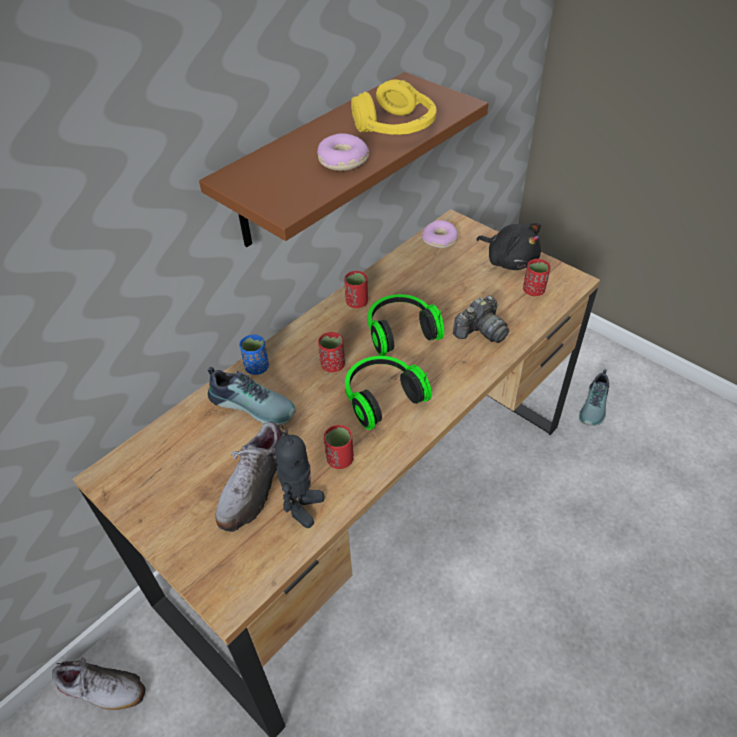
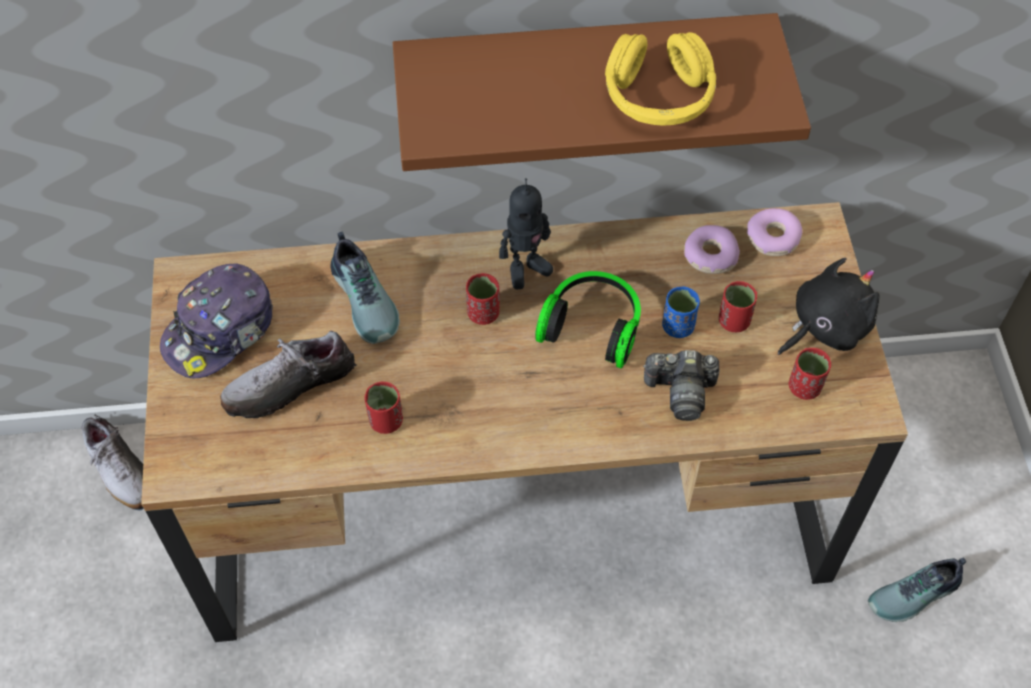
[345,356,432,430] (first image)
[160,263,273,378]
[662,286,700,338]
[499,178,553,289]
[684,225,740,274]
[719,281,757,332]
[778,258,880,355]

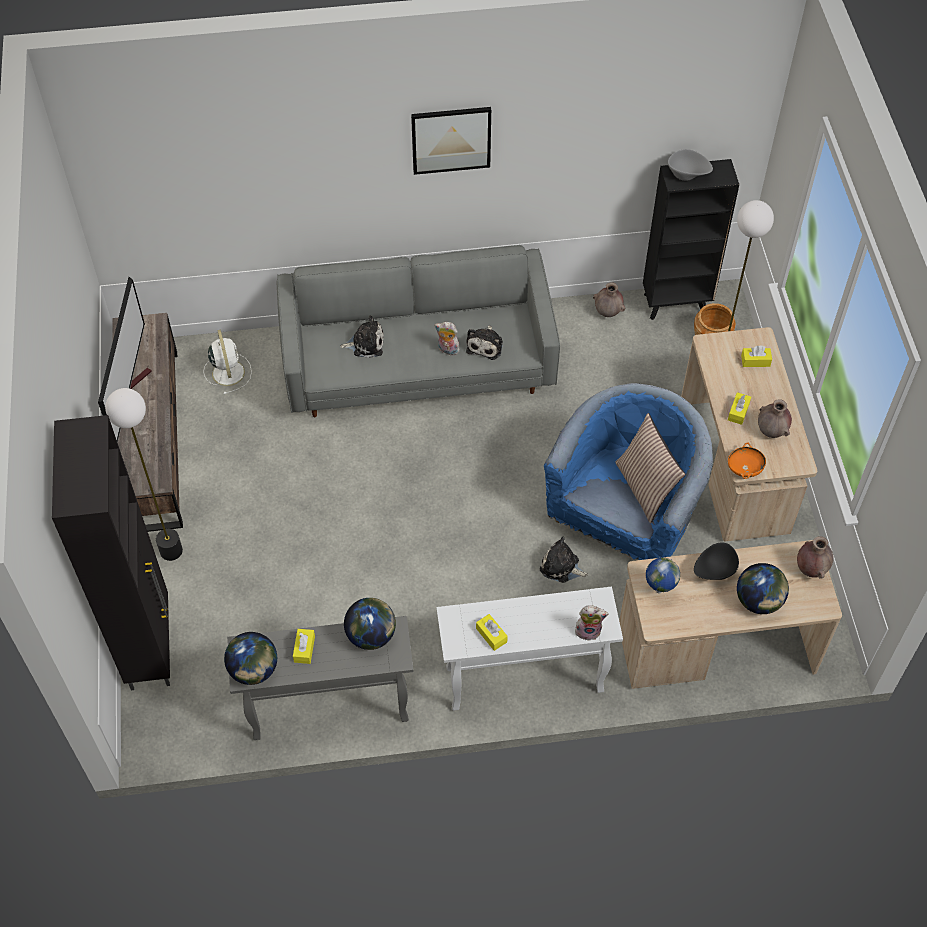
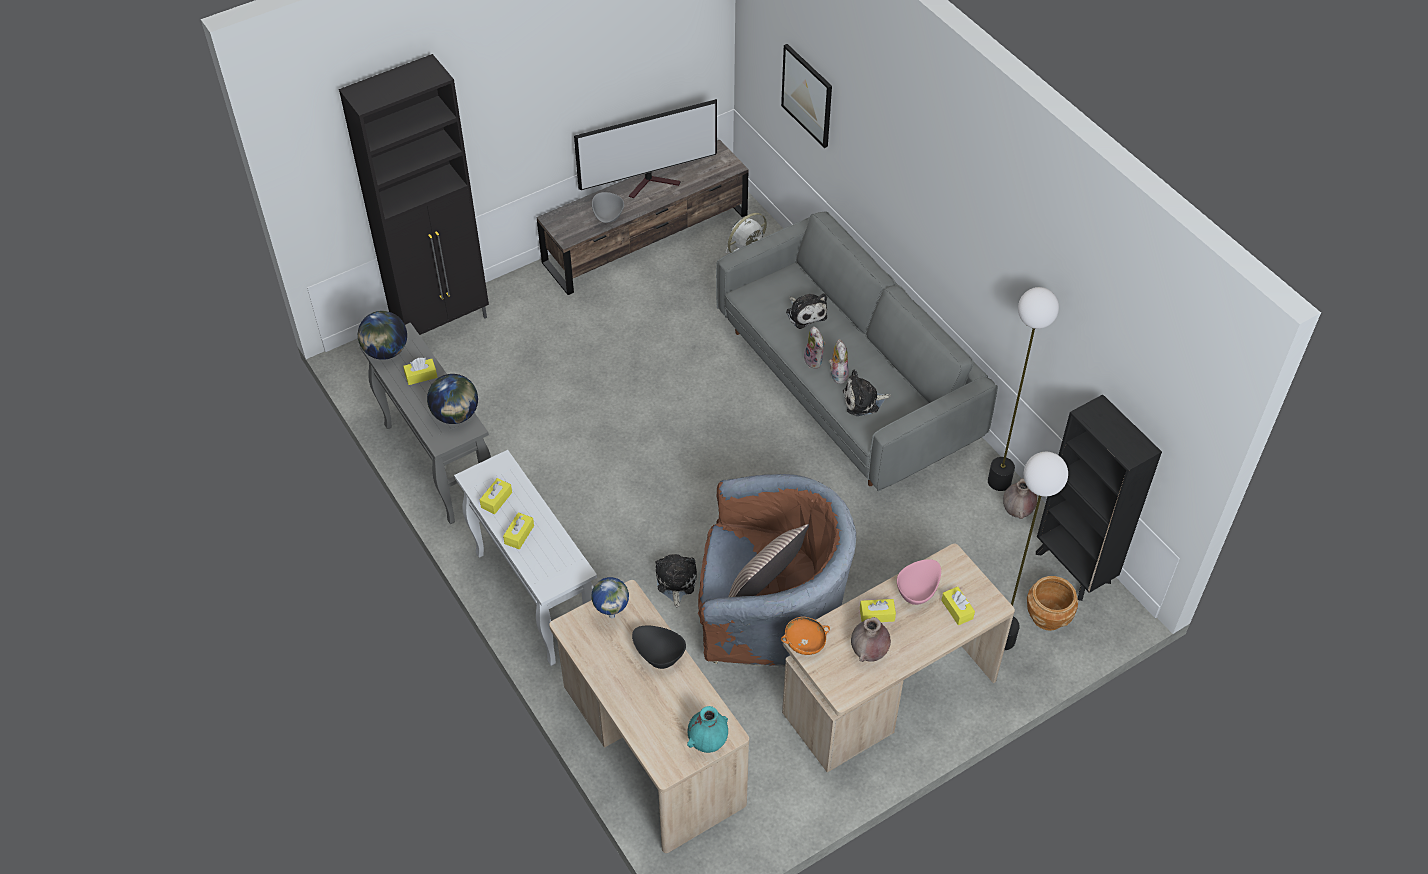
[737,563,789,614] (first image)
[503,512,534,549]
[897,559,941,605]
[988,287,1059,491]
[781,44,832,148]
[804,326,826,369]
[592,192,624,223]
[698,474,856,668]
[687,706,728,753]

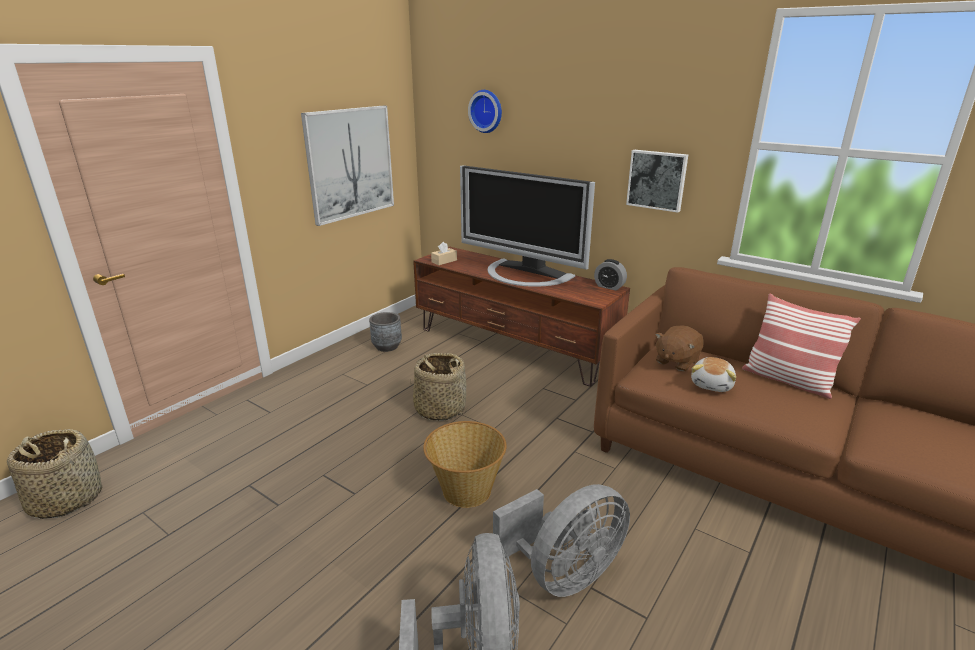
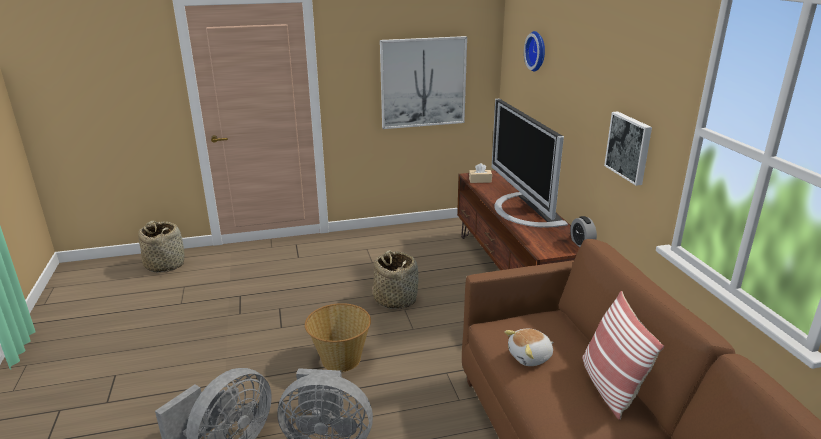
[369,312,402,352] (first image)
[655,326,703,371] (first image)

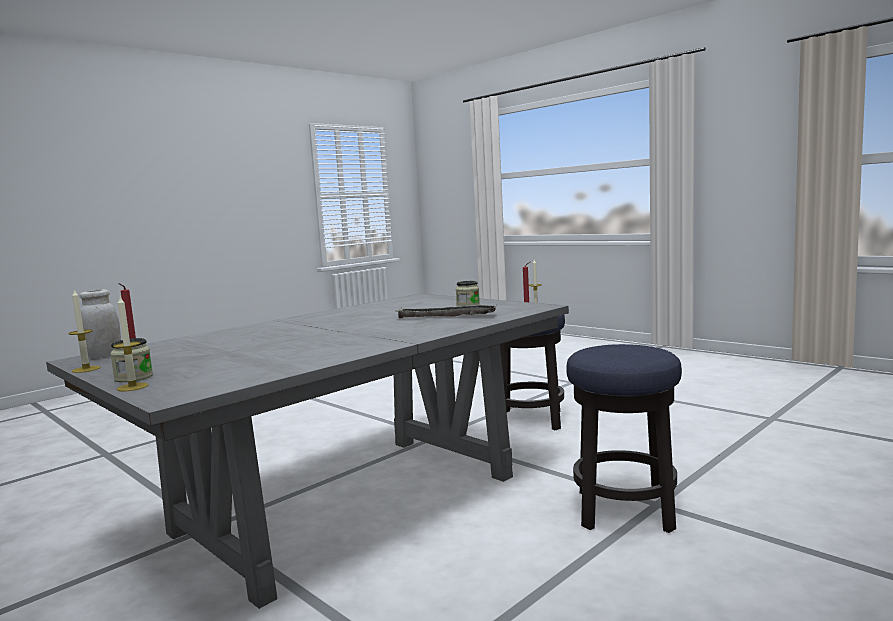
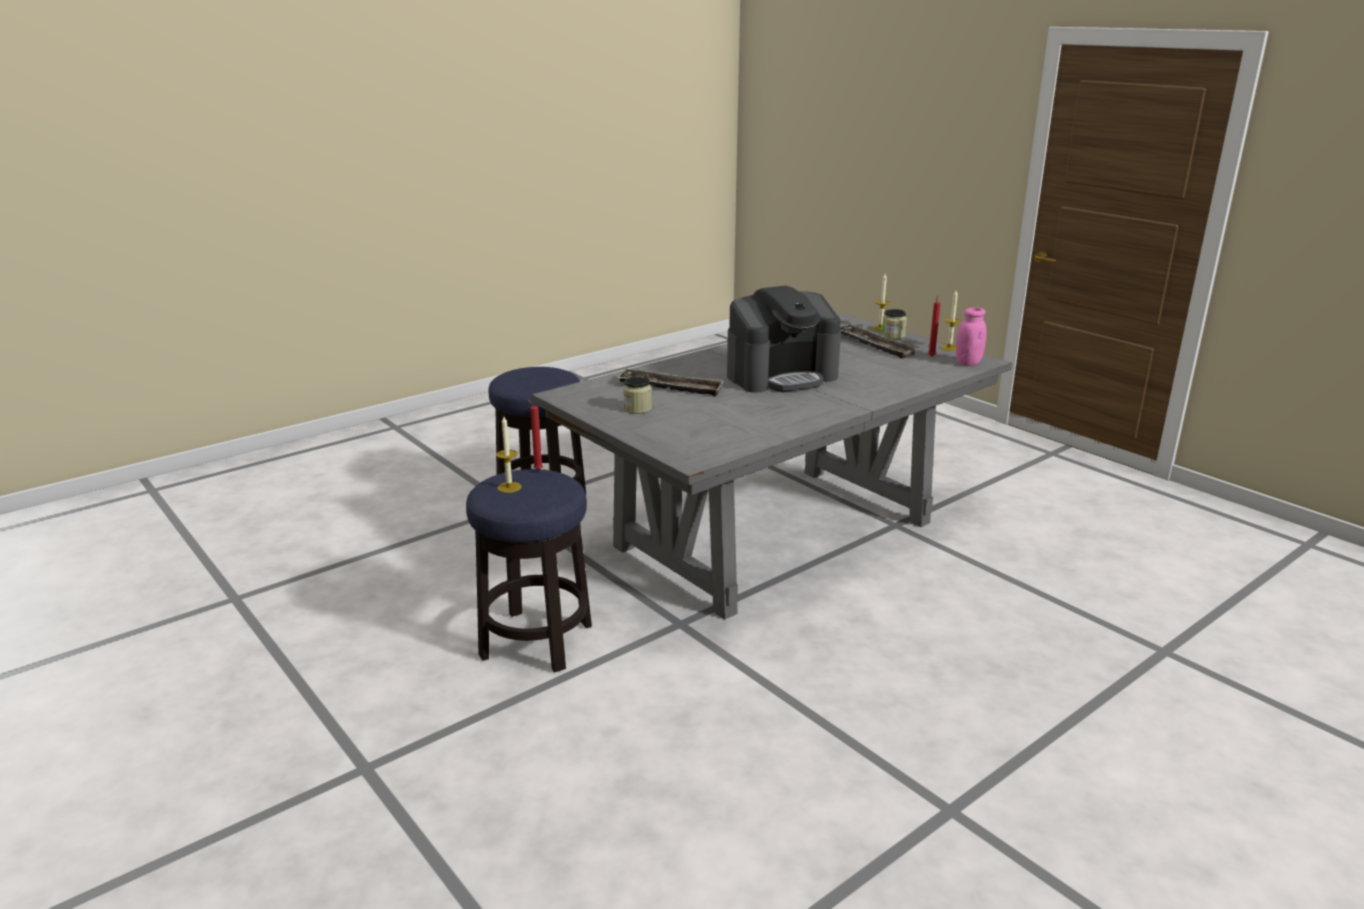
[727,285,841,393]
[840,324,919,359]
[956,308,986,366]

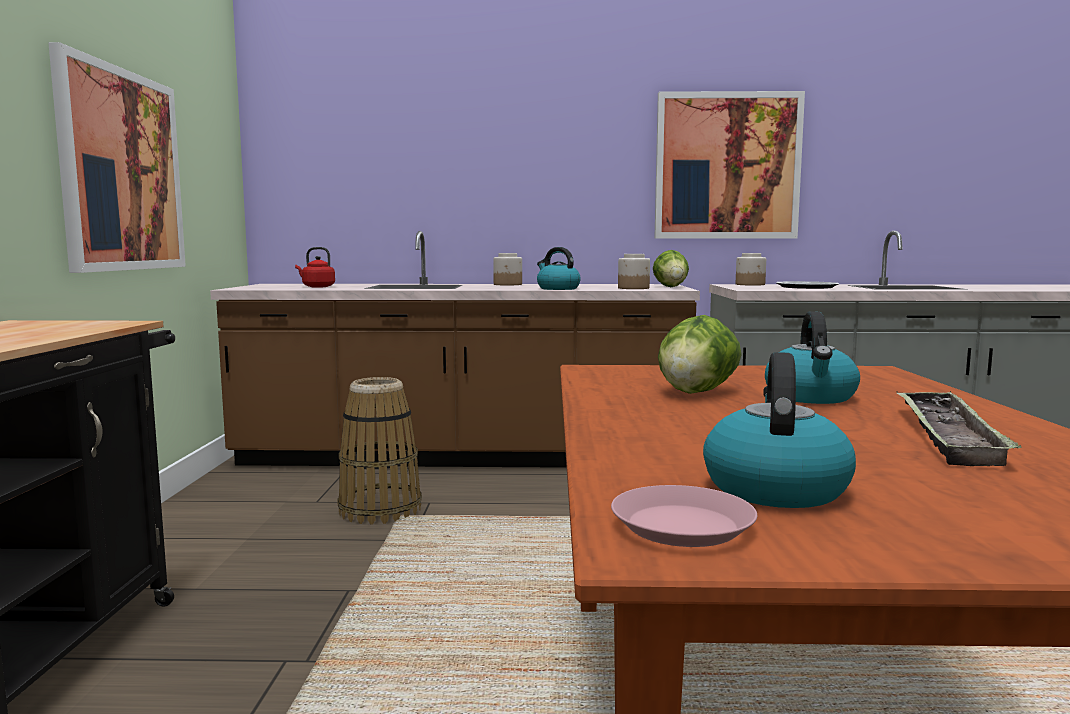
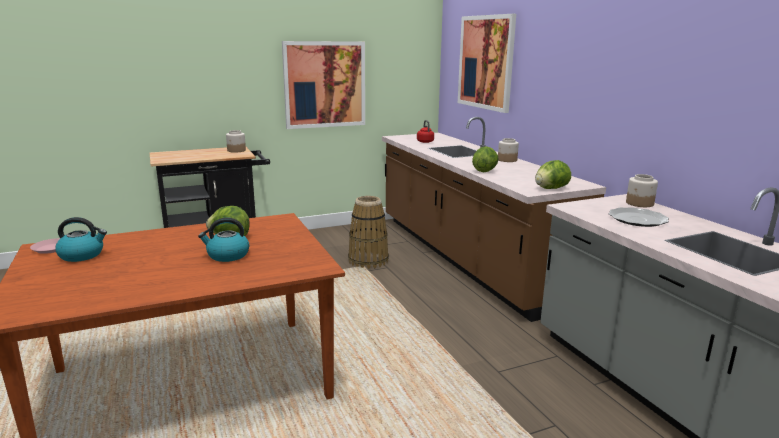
[896,391,1021,466] (first image)
[226,130,246,152]
[458,14,516,113]
[472,146,499,172]

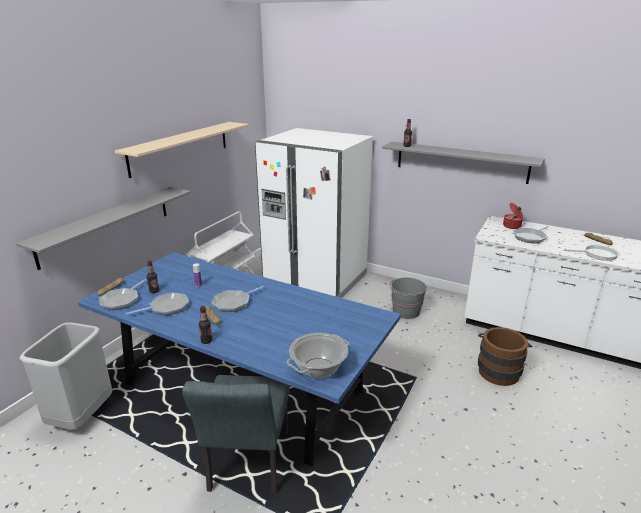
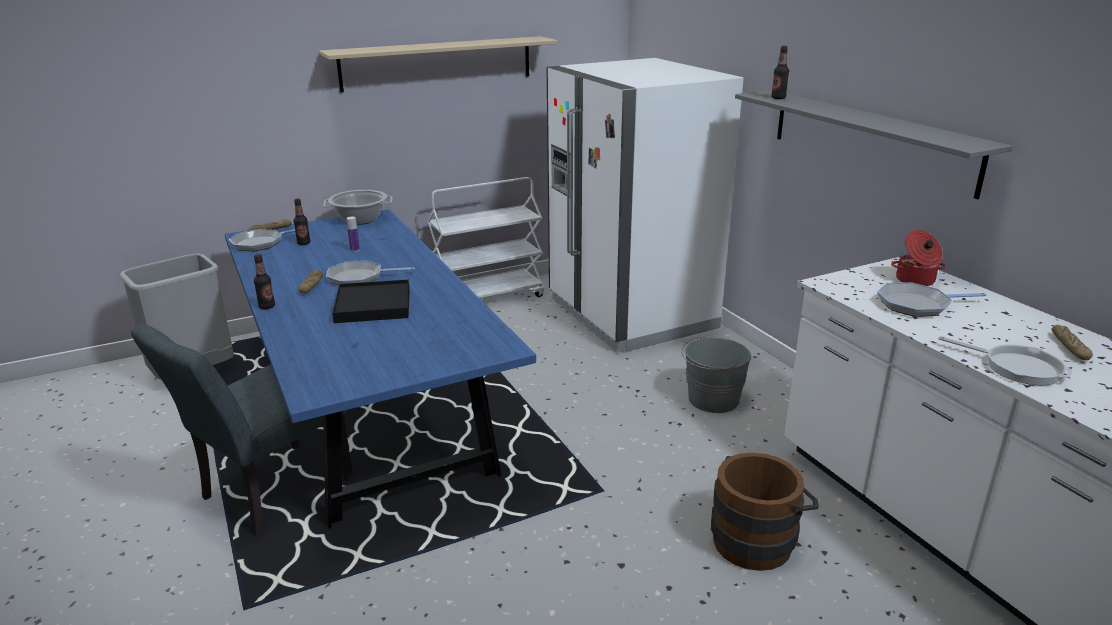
[16,187,191,270] (first image)
[126,292,189,315] (first image)
[333,280,410,323]
[323,190,392,225]

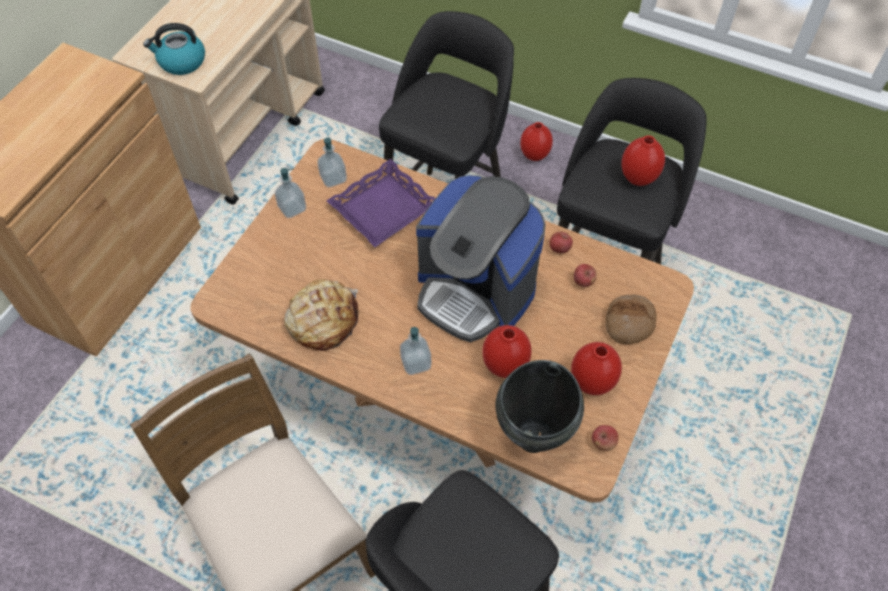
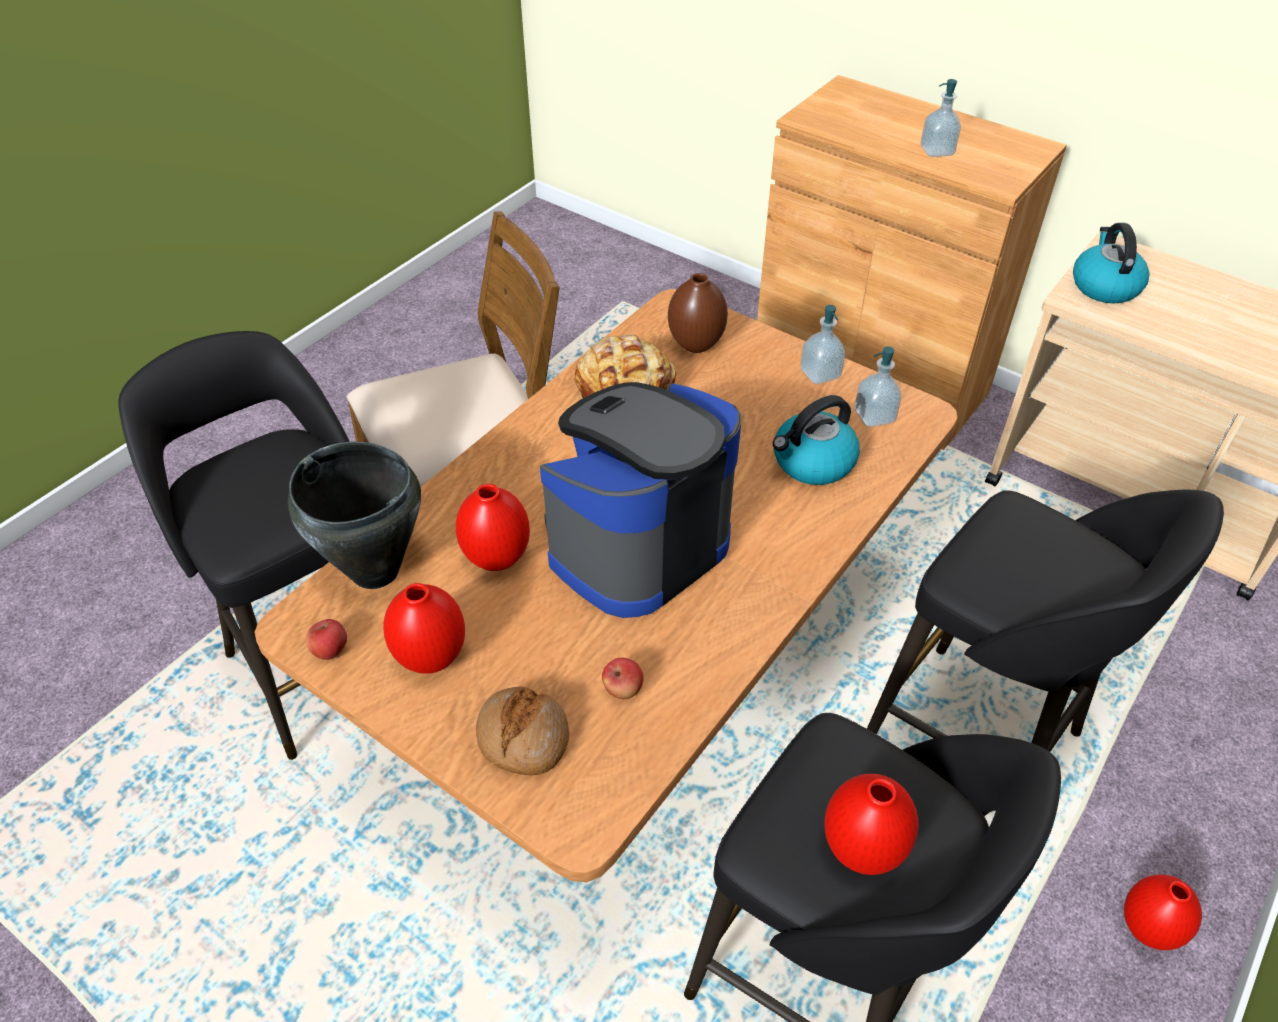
[549,231,573,254] (first image)
[668,273,728,353]
[921,79,961,157]
[773,395,860,485]

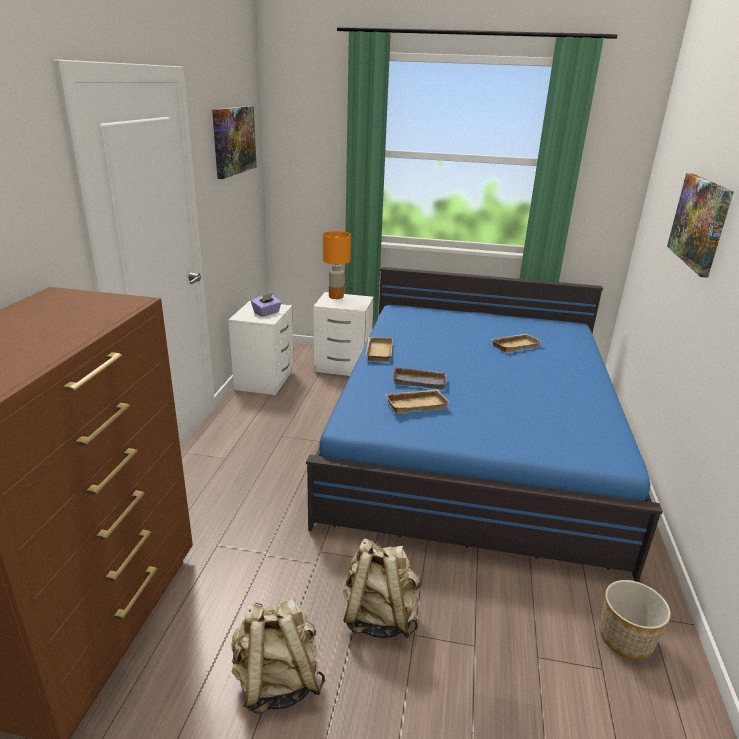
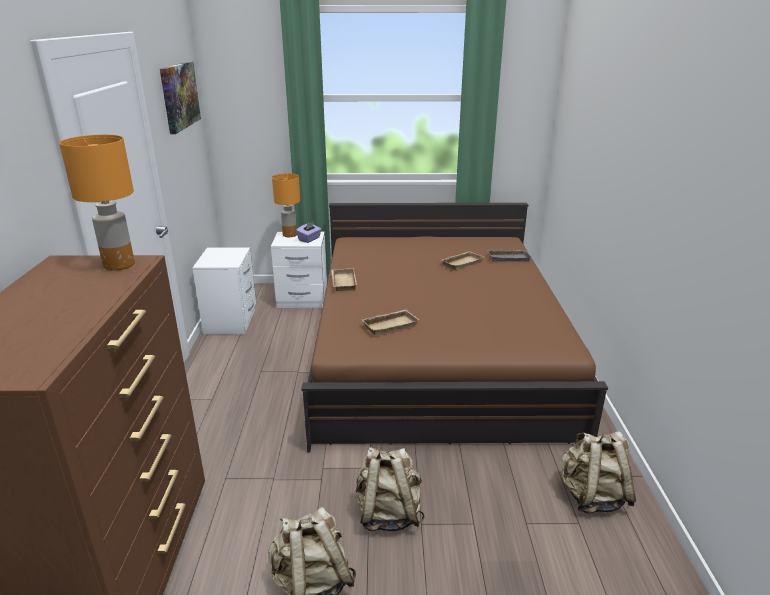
[667,173,734,278] (first image)
[59,135,135,271]
[296,222,322,243]
[487,250,531,262]
[561,431,636,513]
[301,203,608,452]

